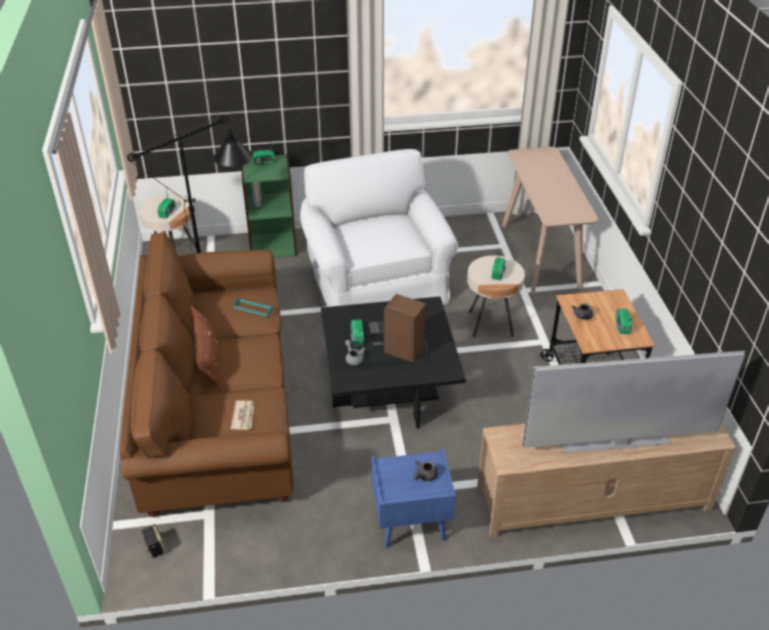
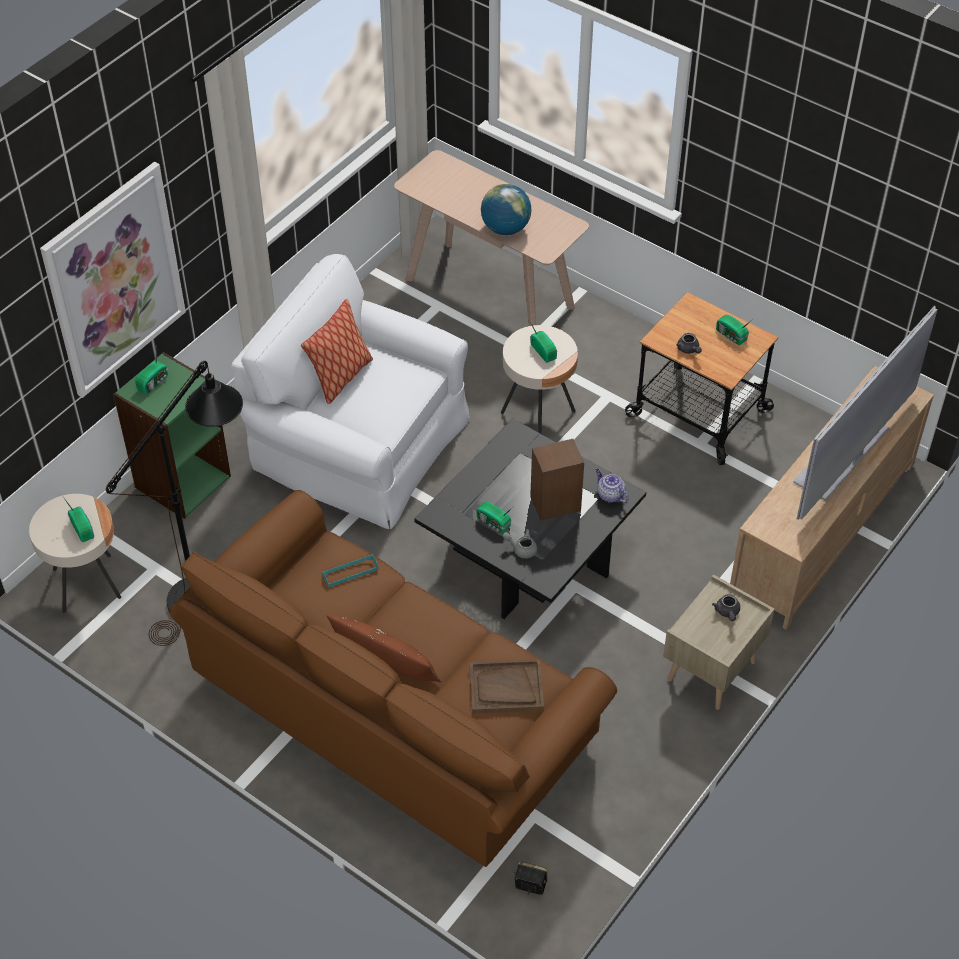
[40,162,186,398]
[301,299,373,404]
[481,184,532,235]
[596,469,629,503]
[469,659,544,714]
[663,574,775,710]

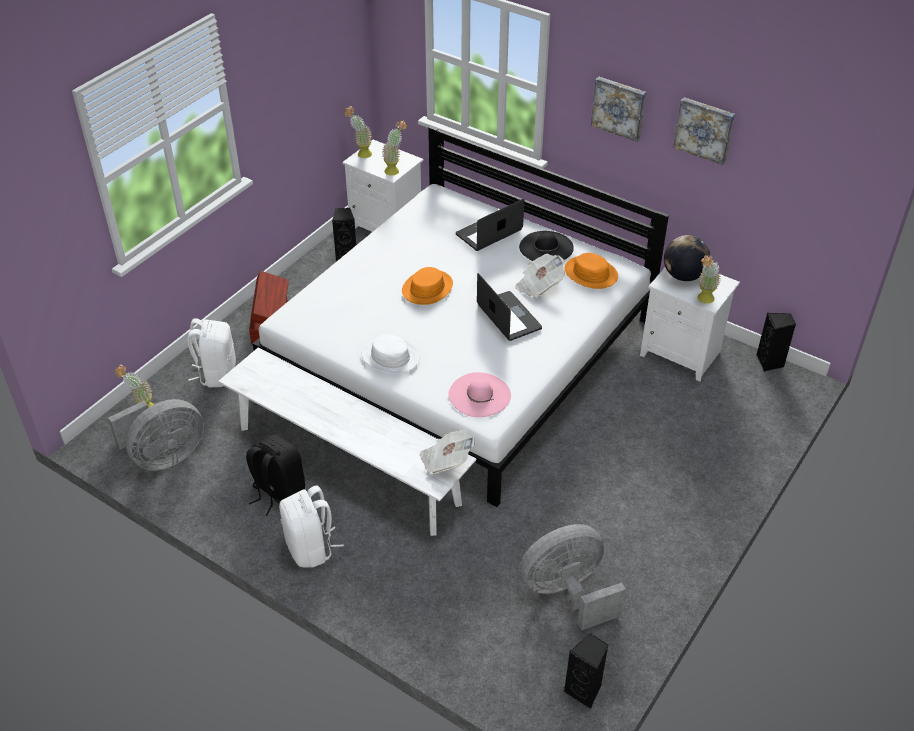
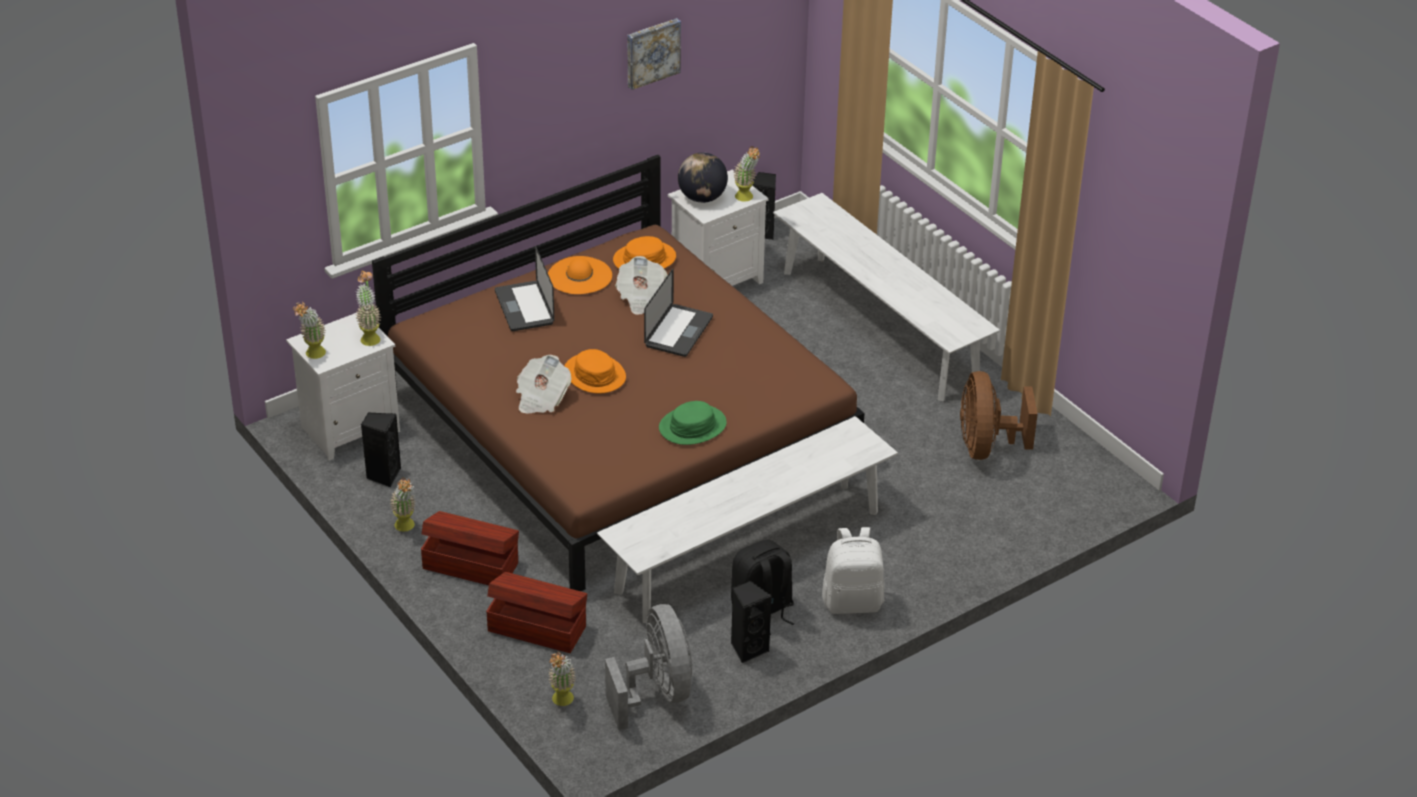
[448,372,511,417] (first image)
[591,76,646,142] (first image)
[390,478,416,532]
[773,193,1000,401]
[516,355,572,414]
[731,580,772,663]
[486,572,587,653]
[372,155,865,591]
[659,401,727,445]
[548,256,612,294]
[960,371,1038,460]
[644,269,713,357]

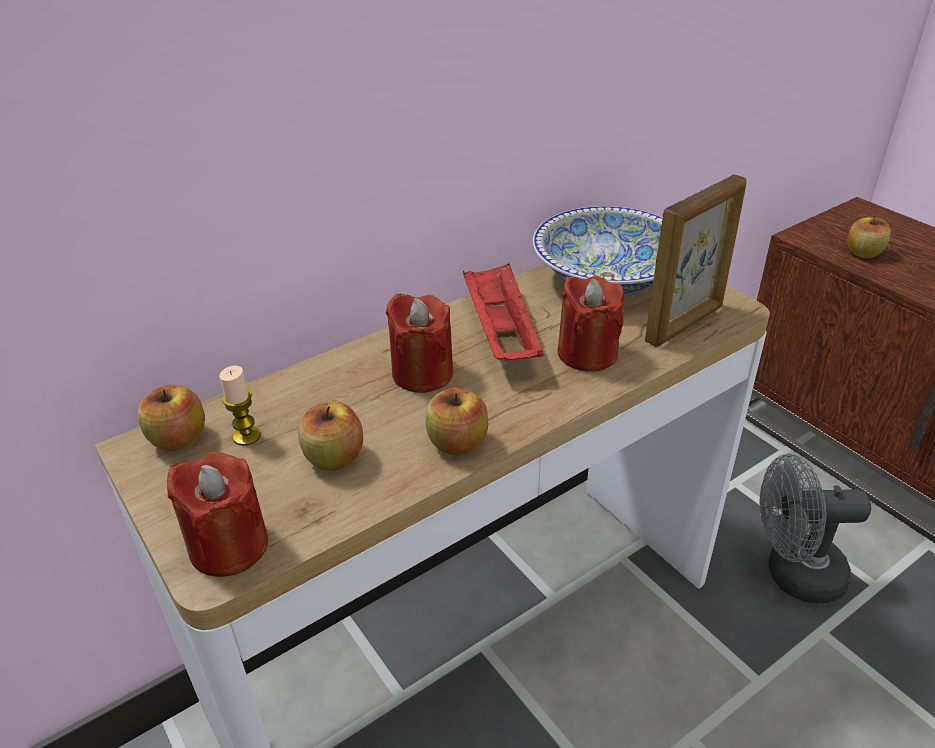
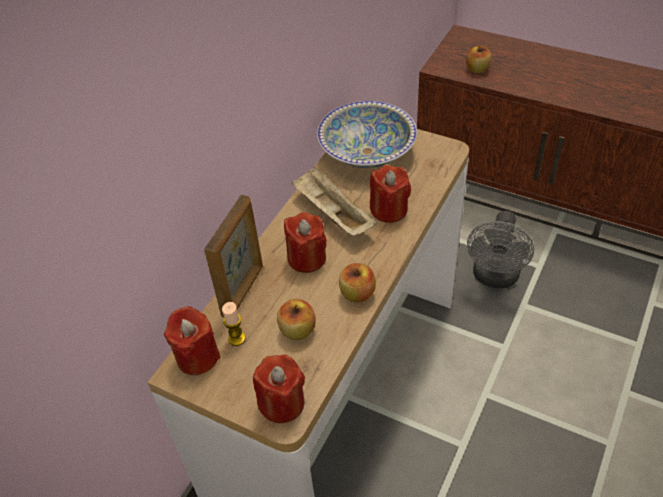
[204,195,263,317]
[164,306,221,375]
[292,166,376,236]
[467,211,534,288]

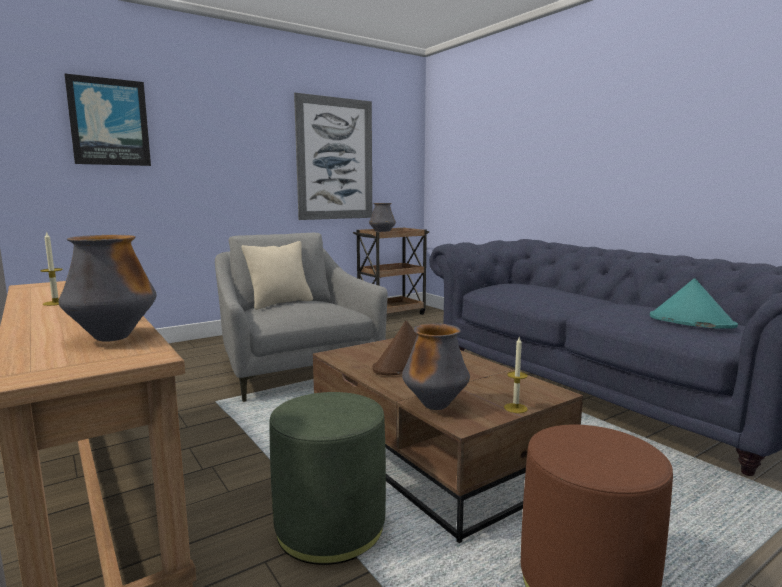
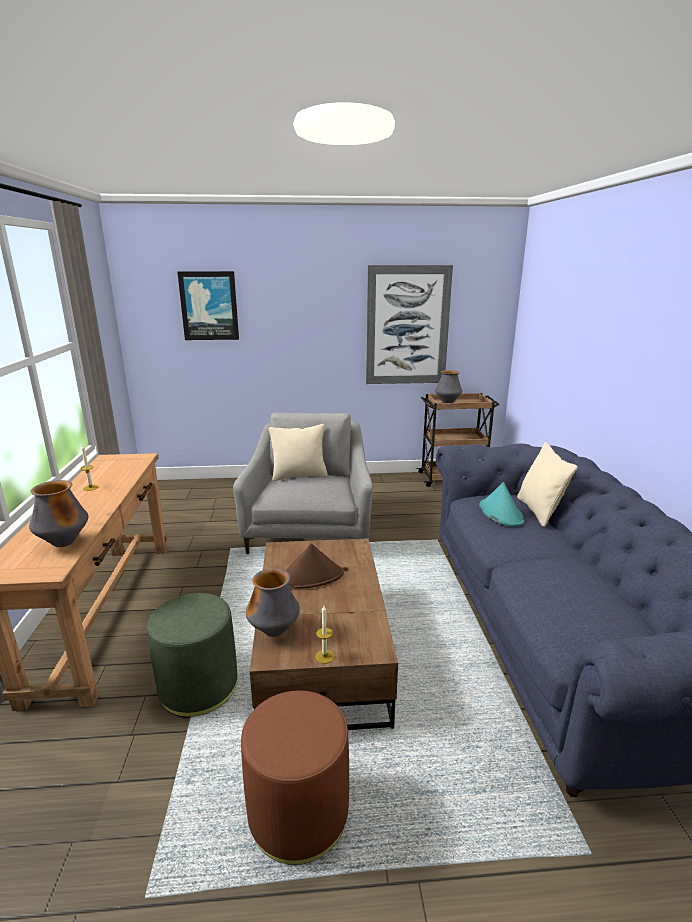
[517,442,578,527]
[479,482,524,527]

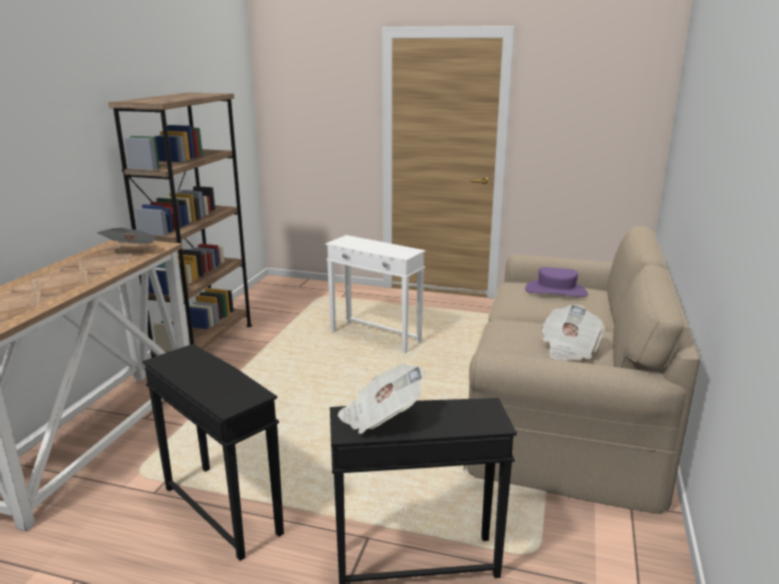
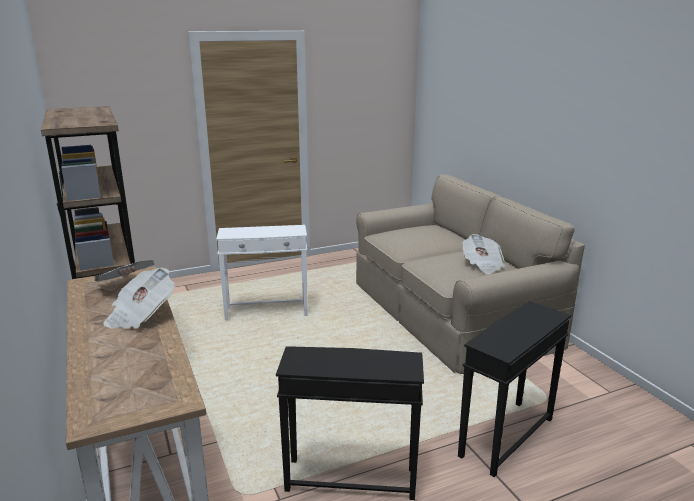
[525,267,588,297] (first image)
[103,268,175,329]

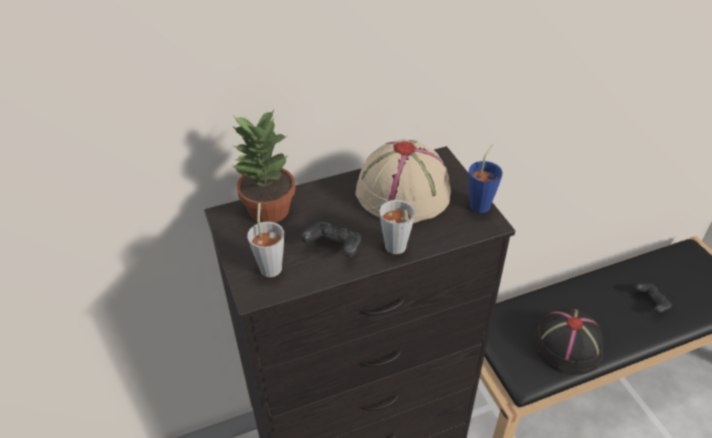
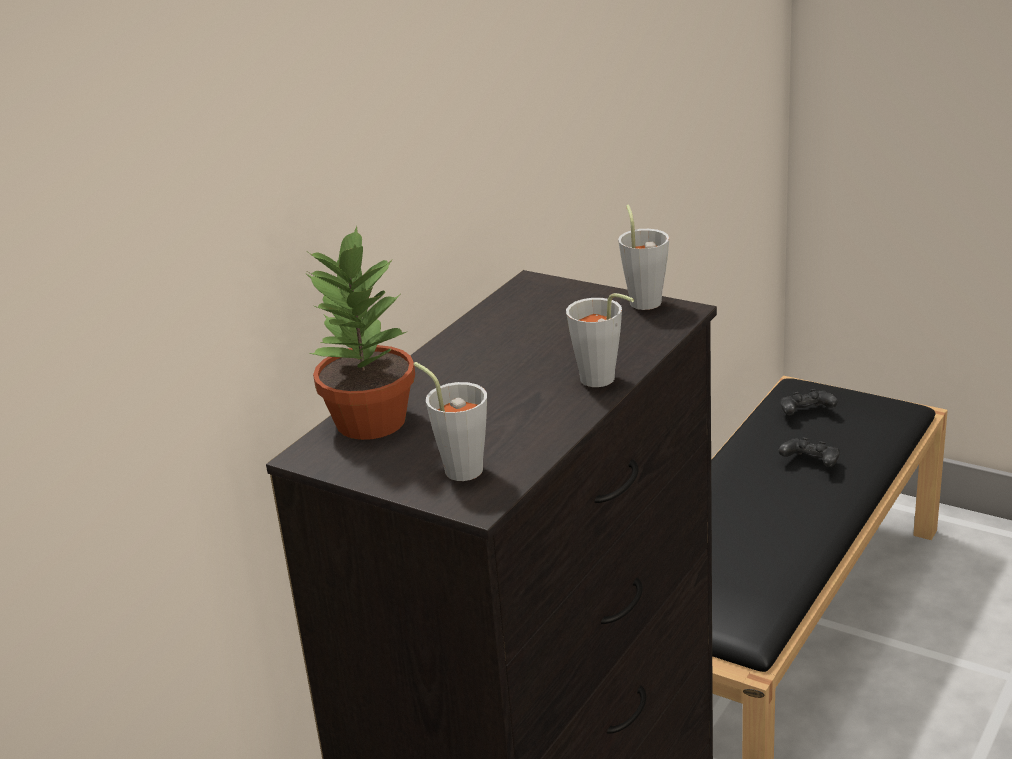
[355,139,451,223] (first image)
[532,308,604,375] (first image)
[780,389,838,415]
[618,205,669,310]

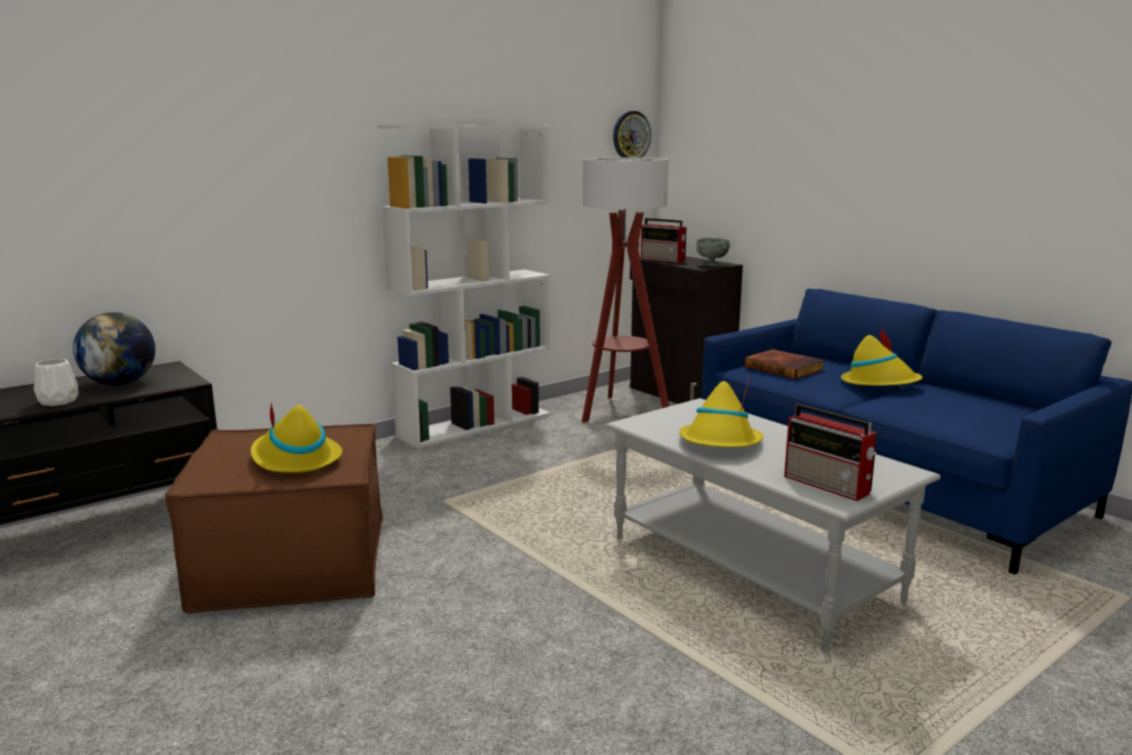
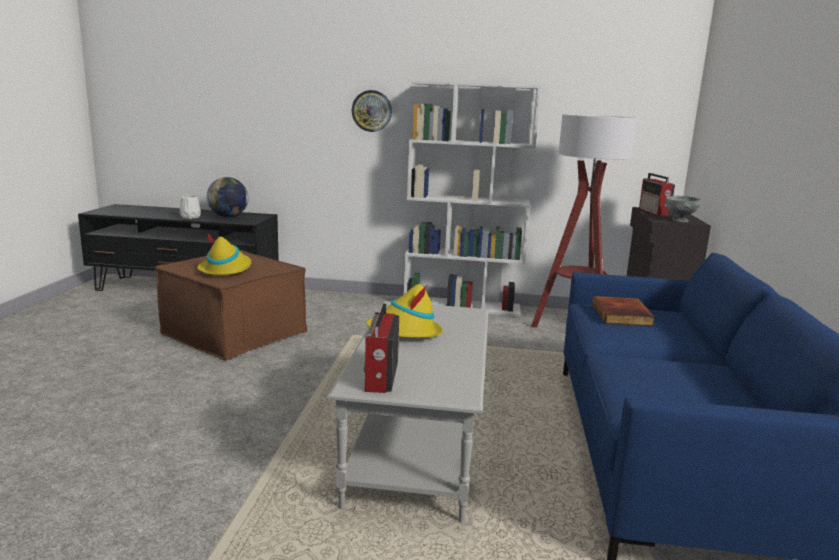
[841,327,923,386] (first image)
[352,90,392,132]

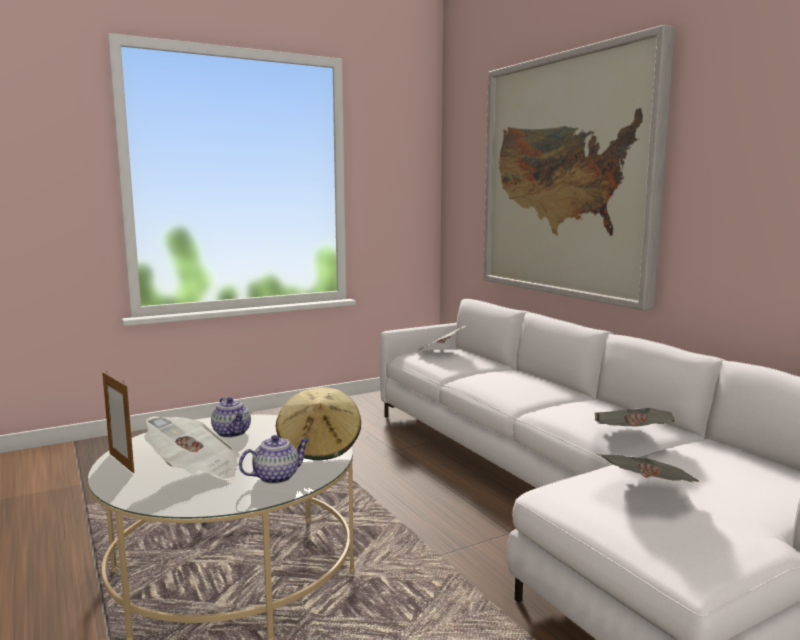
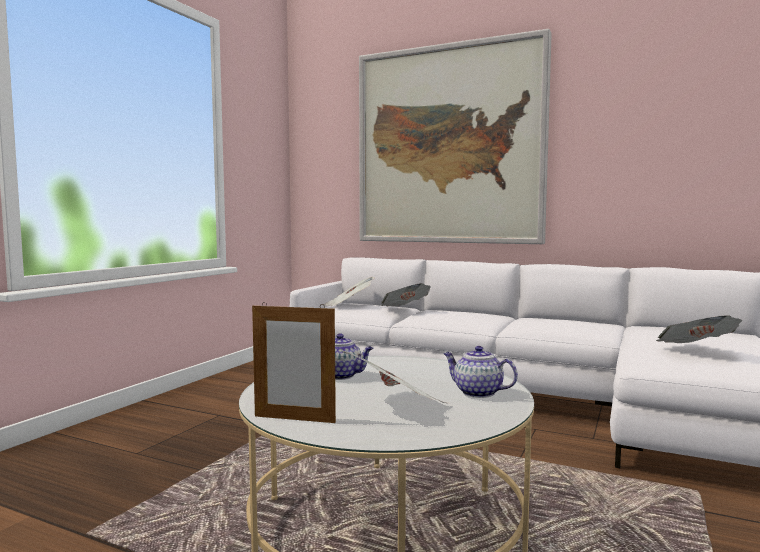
[276,387,361,460] (first image)
[380,283,431,307]
[443,346,518,398]

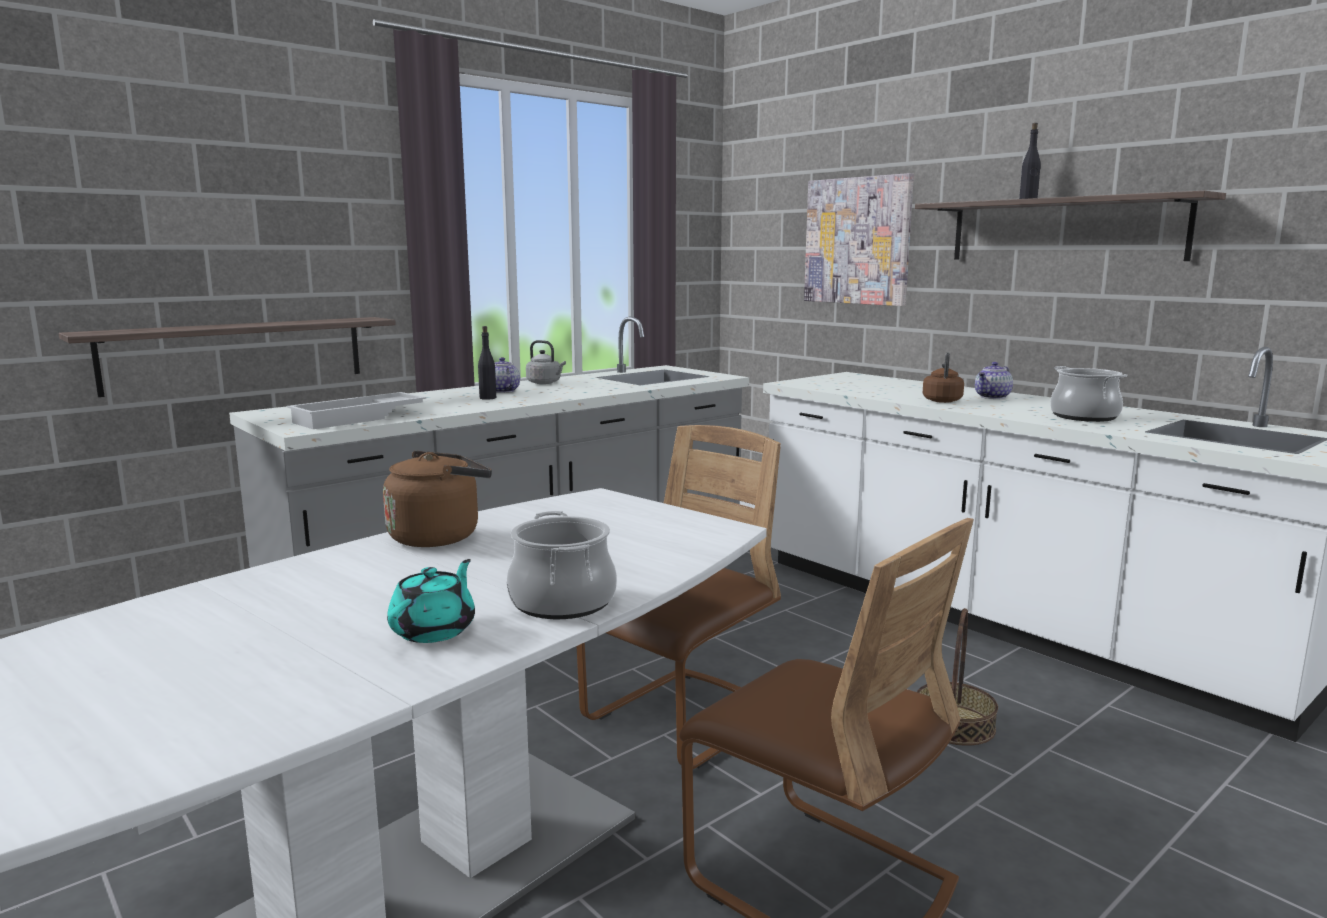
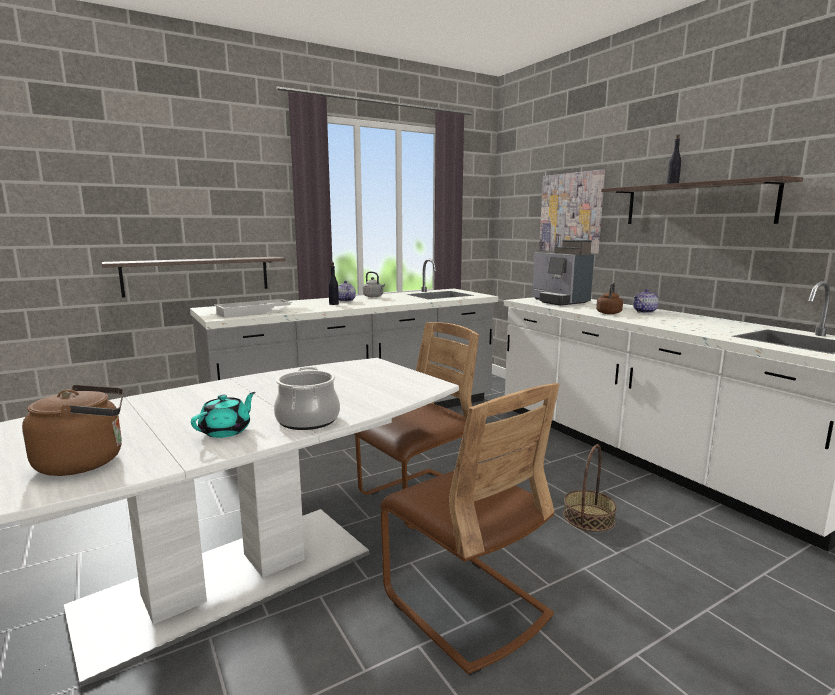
[1050,366,1128,422] (first image)
[532,240,594,306]
[22,385,124,476]

